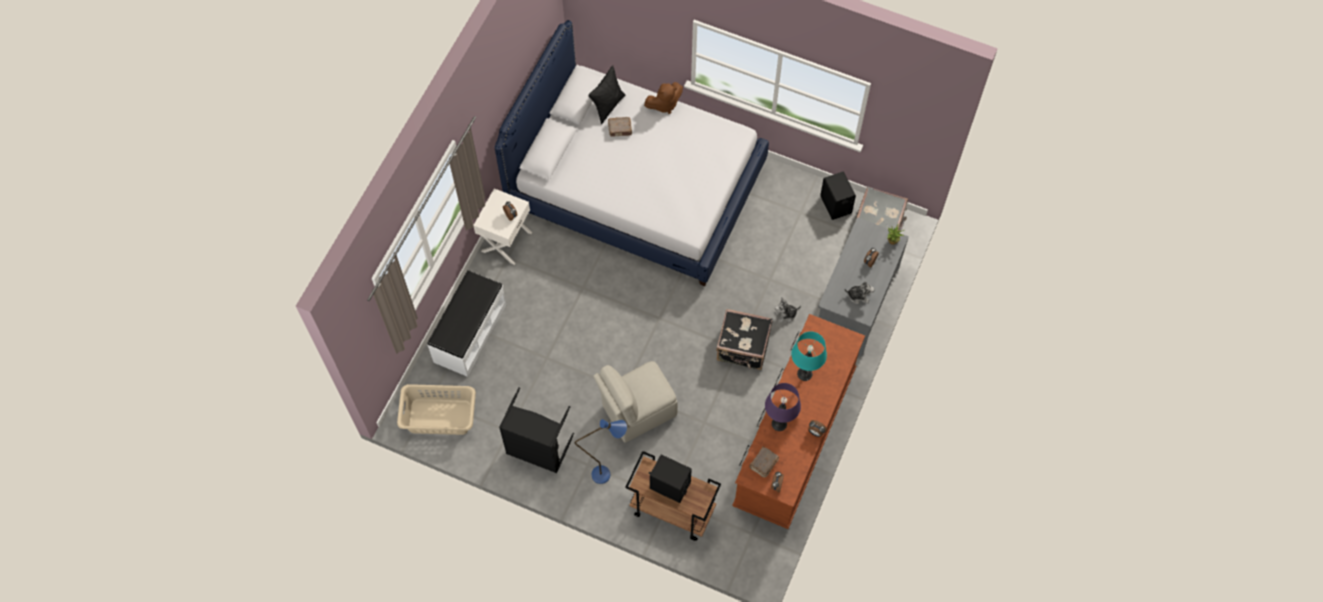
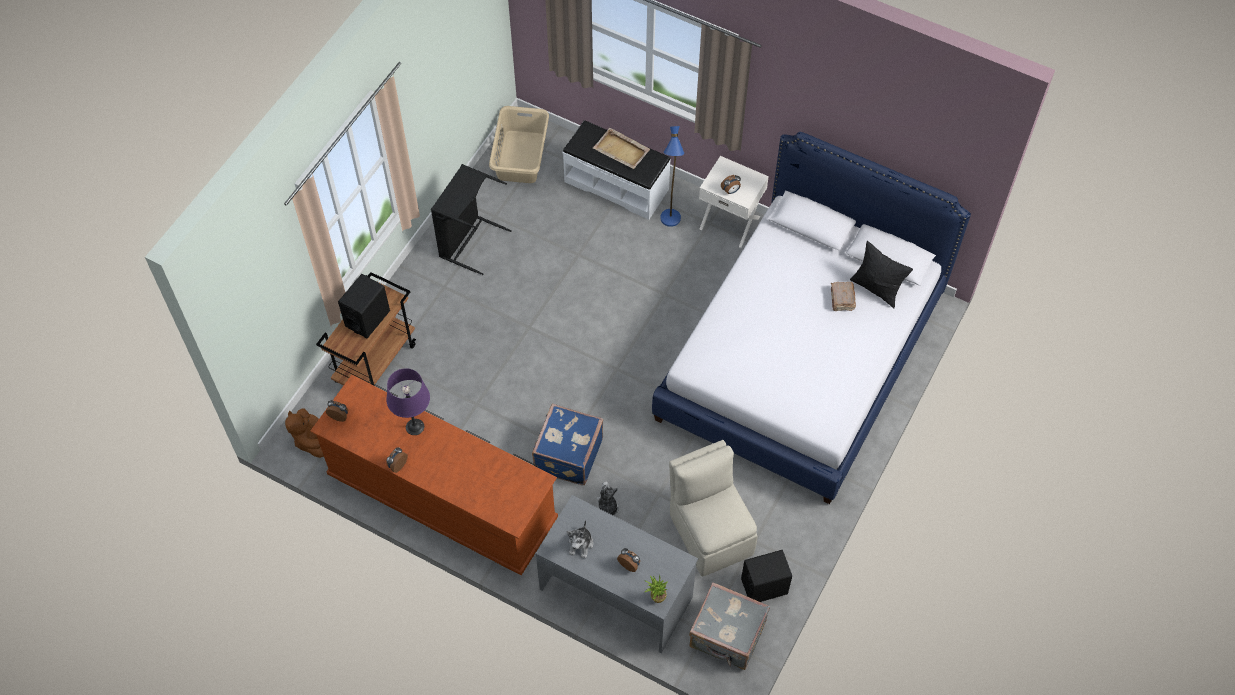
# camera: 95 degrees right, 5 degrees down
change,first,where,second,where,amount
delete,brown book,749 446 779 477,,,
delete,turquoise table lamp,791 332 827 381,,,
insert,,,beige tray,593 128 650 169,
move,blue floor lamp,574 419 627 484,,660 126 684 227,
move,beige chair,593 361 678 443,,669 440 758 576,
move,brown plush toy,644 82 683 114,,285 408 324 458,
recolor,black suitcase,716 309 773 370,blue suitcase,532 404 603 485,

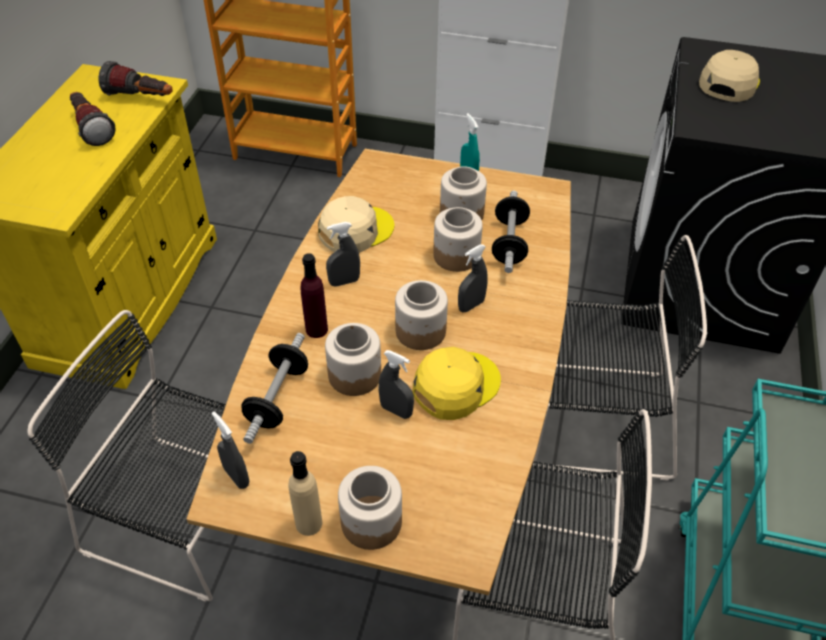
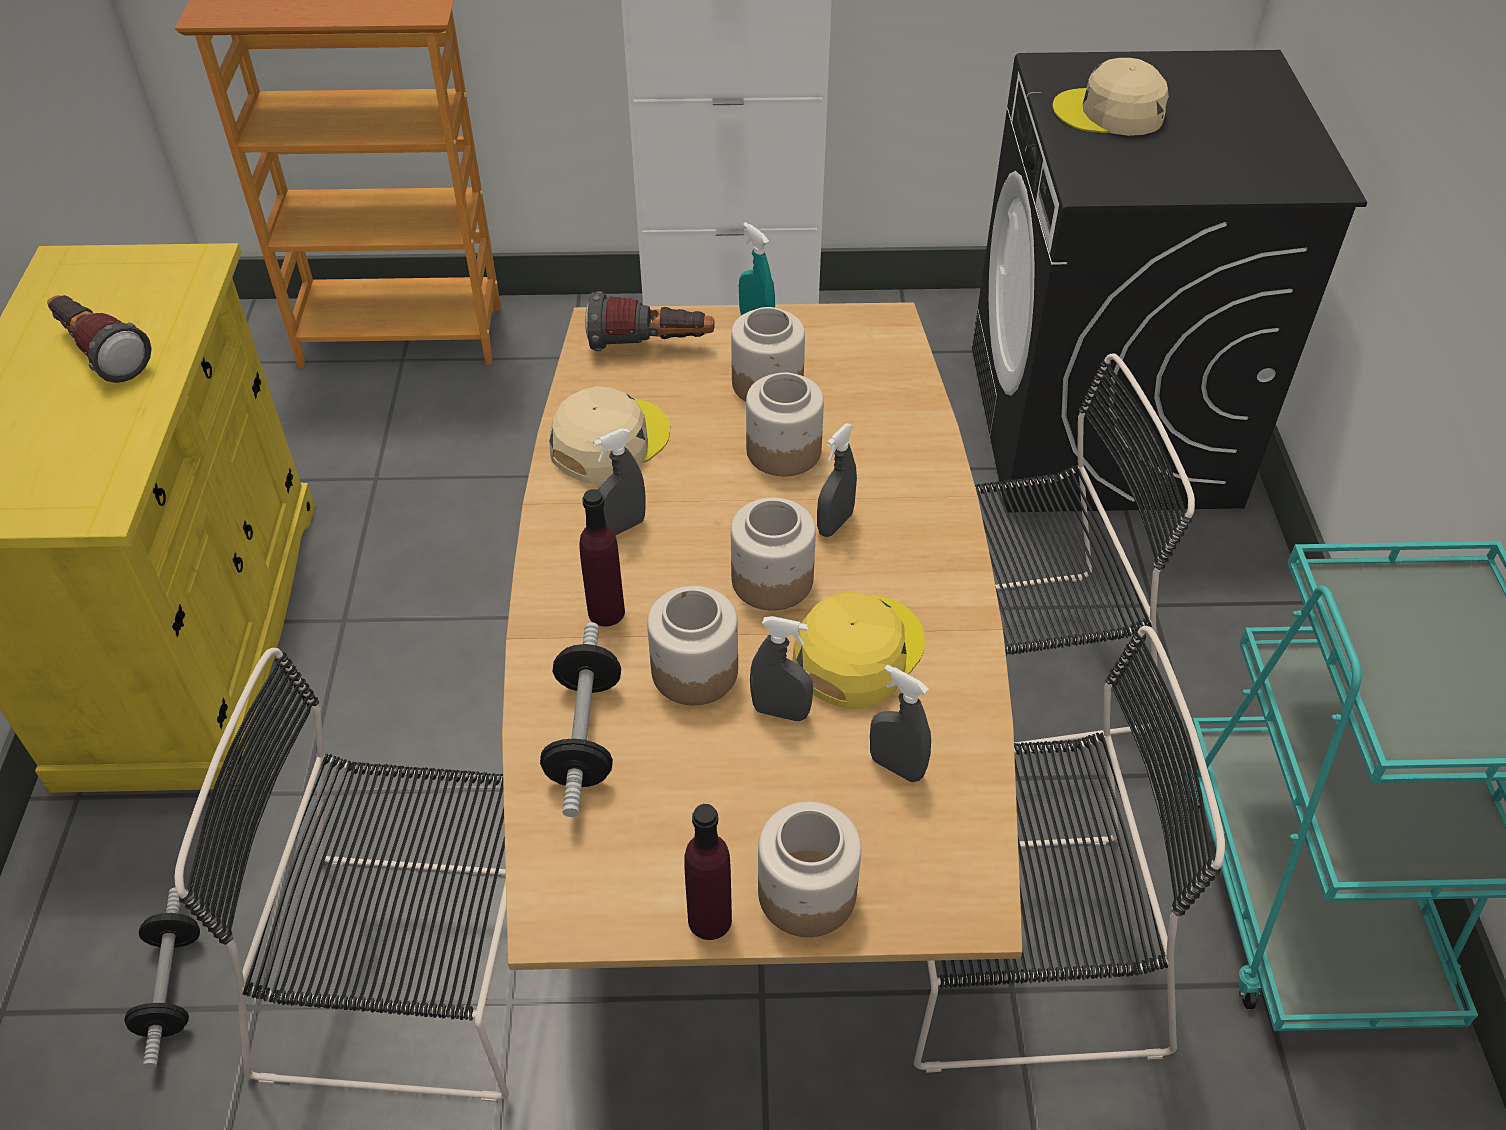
# camera: 15 degrees left, 0 degrees up
change,first,where,second,where,amount
move,flashlight,99 61 173 96,,585 291 715 351,
move,grey spray bottle,212 411 249 489,,870 665 931 782,
move,dumbbell,492 191 530 273,,124 888 200 1069,
recolor,beige bottle,288 451 322 536,purple bottle,684 804 732 940,
rotate,beige cap,699 50 760 102,,1052 58 1169 136,90 degrees counterclockwise

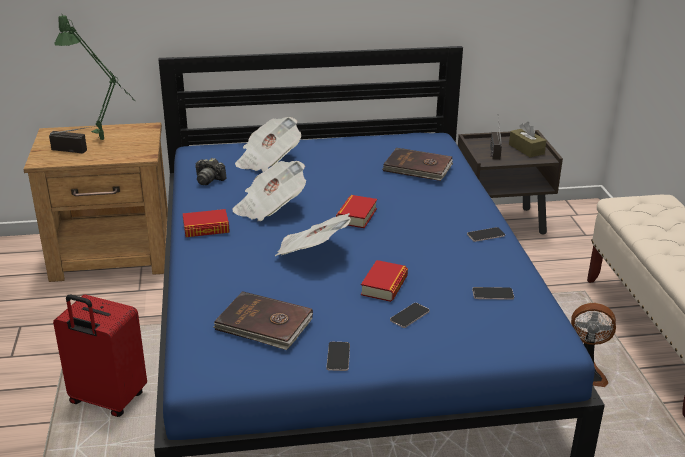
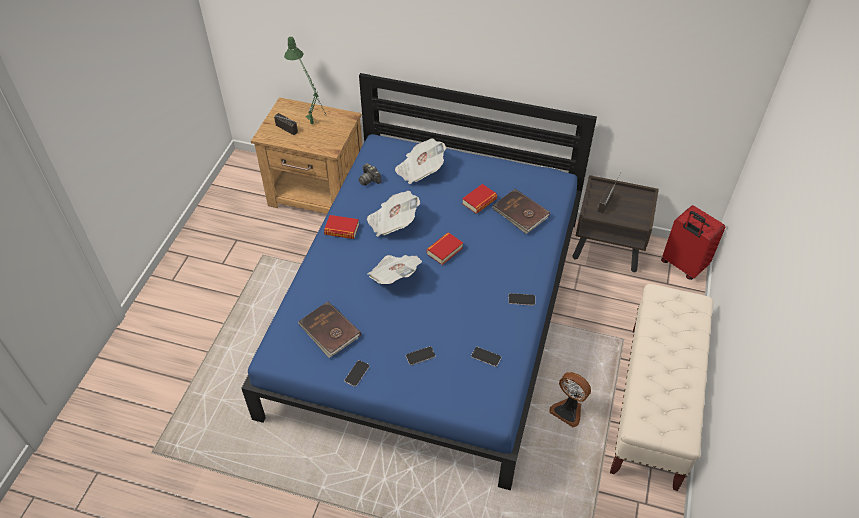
# camera: 25 degrees right, 20 degrees up
change,first,where,second,where,amount
delete,brown tissue box,509 122 547 157,,,
move,red suitcase,53 294 147 417,,661 205 725 280,
move,book,361 260 408 302,,462 184 497 214,

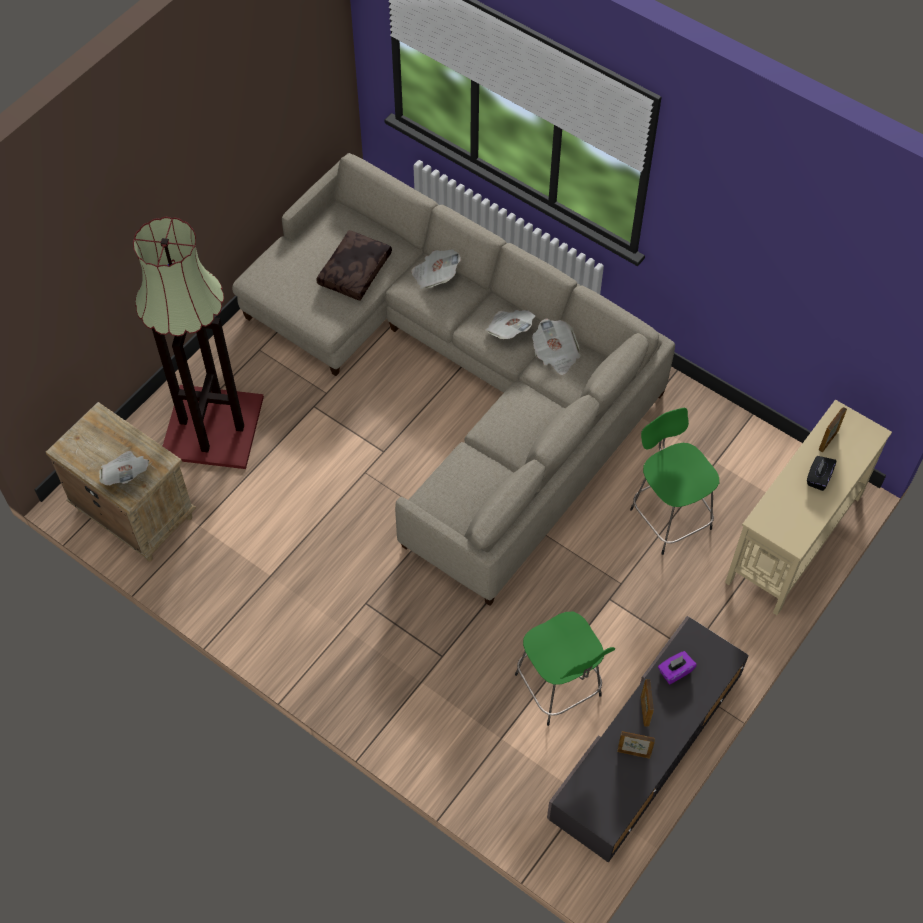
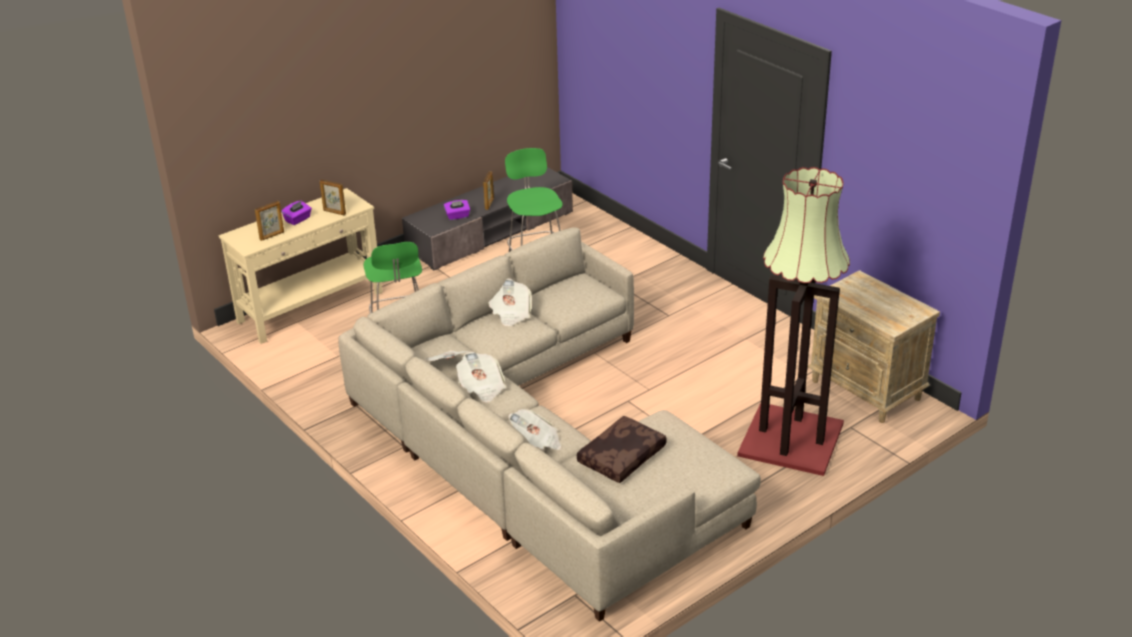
# camera: 165 degrees left, 25 degrees down
change,first,where,second,where,amount
move,newspaper,99 451 149 485,,488 278 531 326,
move,picture frame,617 731 655 758,,320 179 346 215,
recolor,black tissue box,807 456 836 491,purple tissue box,281 201 312 225,

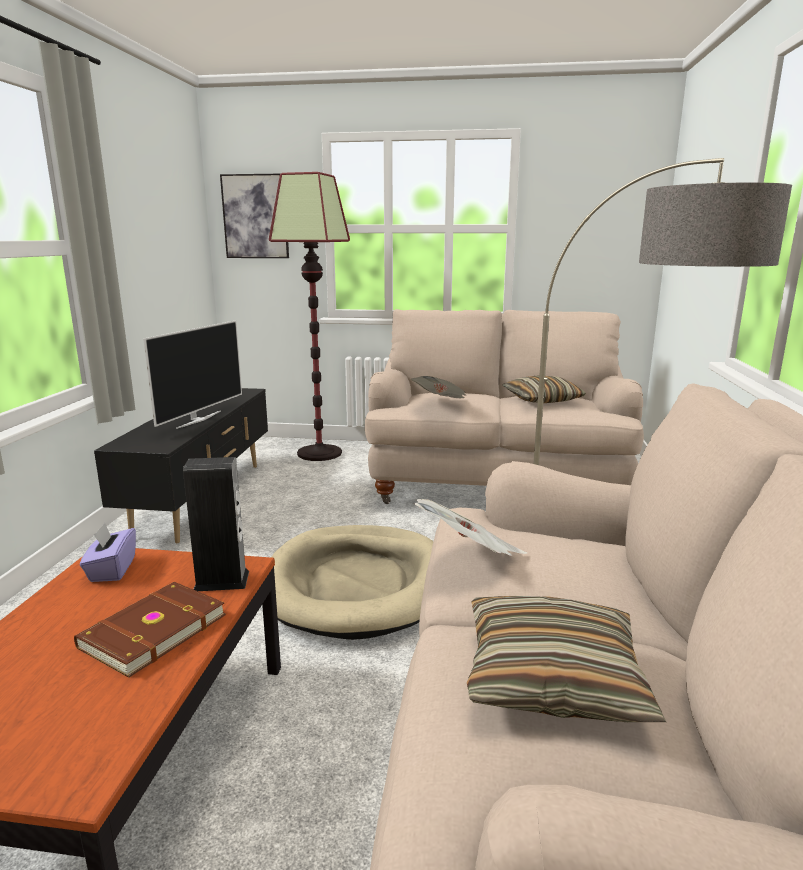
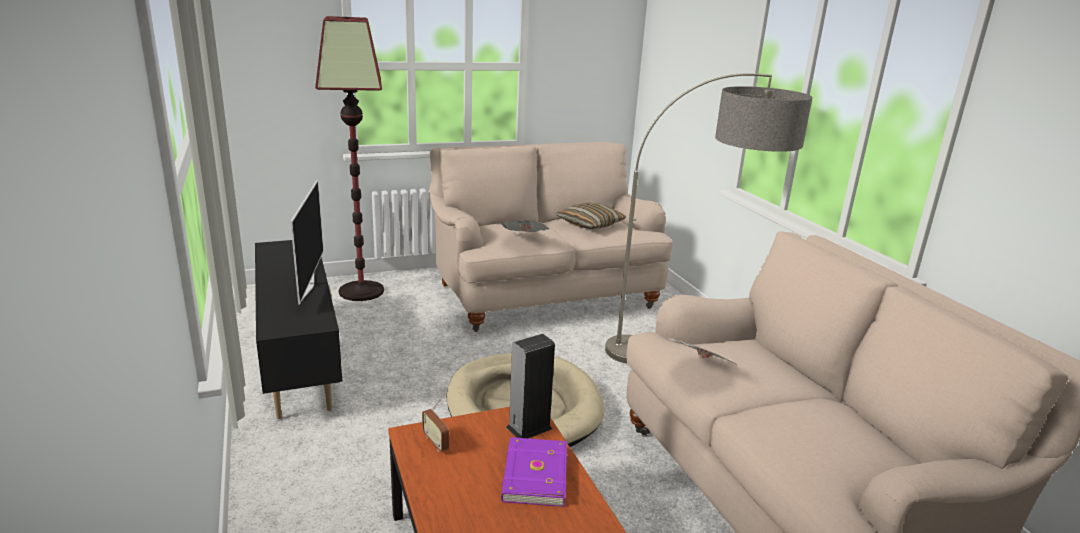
# camera: 30 degrees left, 5 degrees up
change,first,where,second,where,amount
delete,picture,220 174 289 258,,,
delete,pillow,467 596 666 722,,,
replace,purple tissue box,80 523 136 582,radio,422 399 449 452,
recolor,brown book,74 582 226 678,purple book,501 437 567 507,

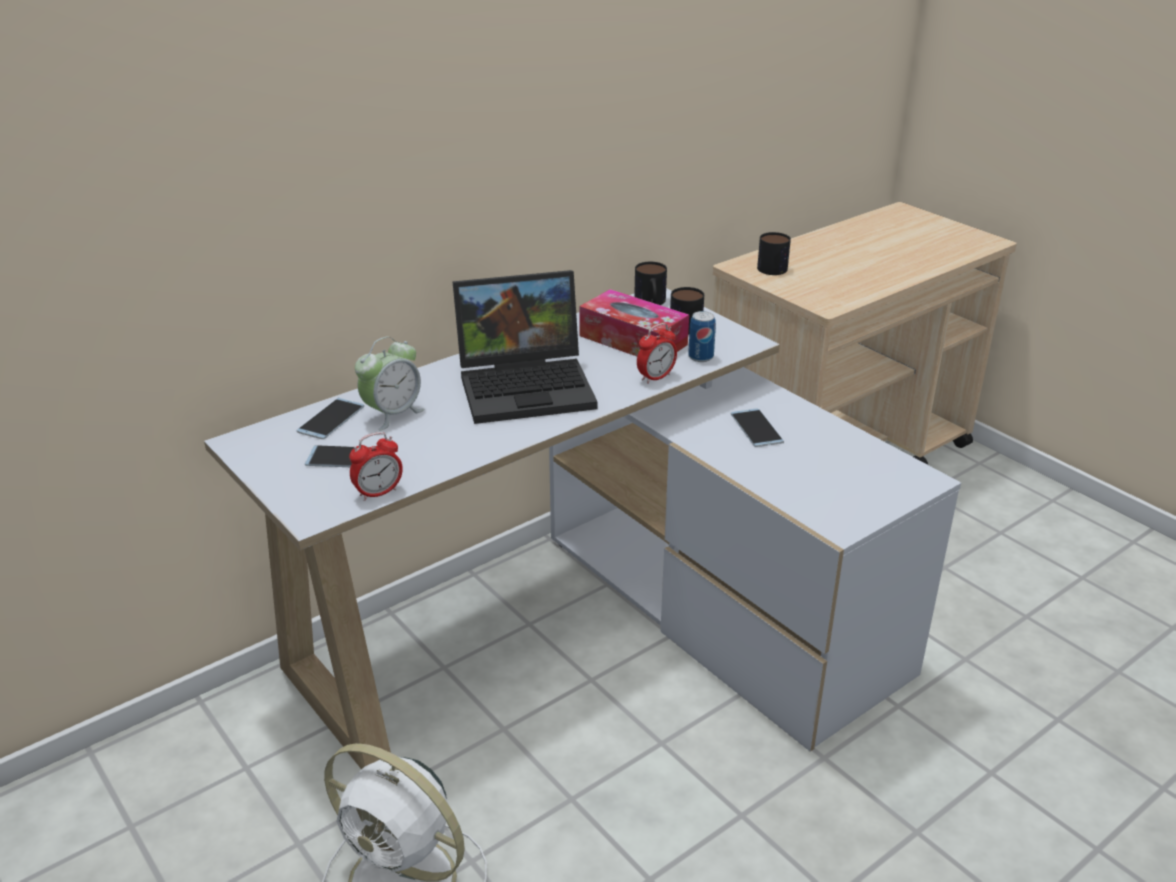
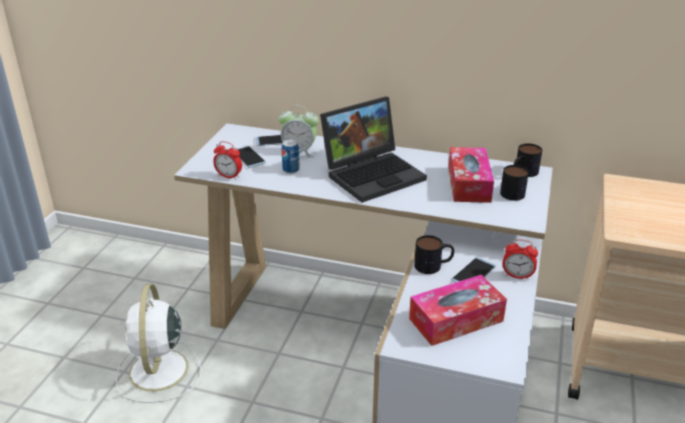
# camera: 55 degrees right, 0 degrees up
change,first,where,second,where,amount
insert,,,tissue box,409 275 507 346,
move,alarm clock,637 323 677 384,,503 239 538 280,
move,can,688 311 716 362,,282 140 300 174,
move,mug,757 232 791 275,,414 235 454 274,
rotate,laptop,452 270 597 424,,320 97 427 203,75 degrees counterclockwise

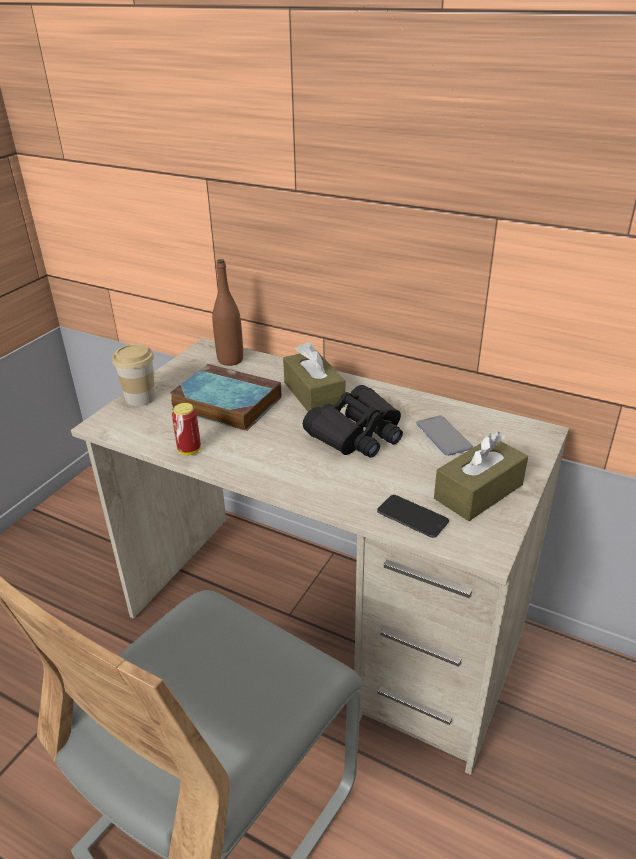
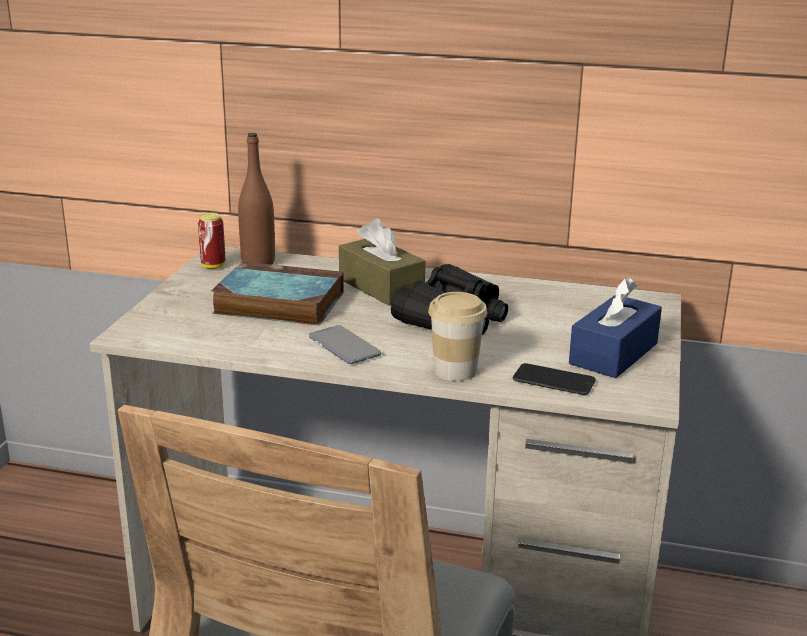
# camera: 15 degrees left, 10 degrees down
change,first,where,second,where,amount
move,cup,112 344 156 406,,428 292 487 381,
move,can,172 403 201 455,,198 213 225 269,
move,phone,416 416 473 456,,309 325 381 364,
recolor,brown tissue box,434 432 528 521,blue tissue box,569 278 662 378,

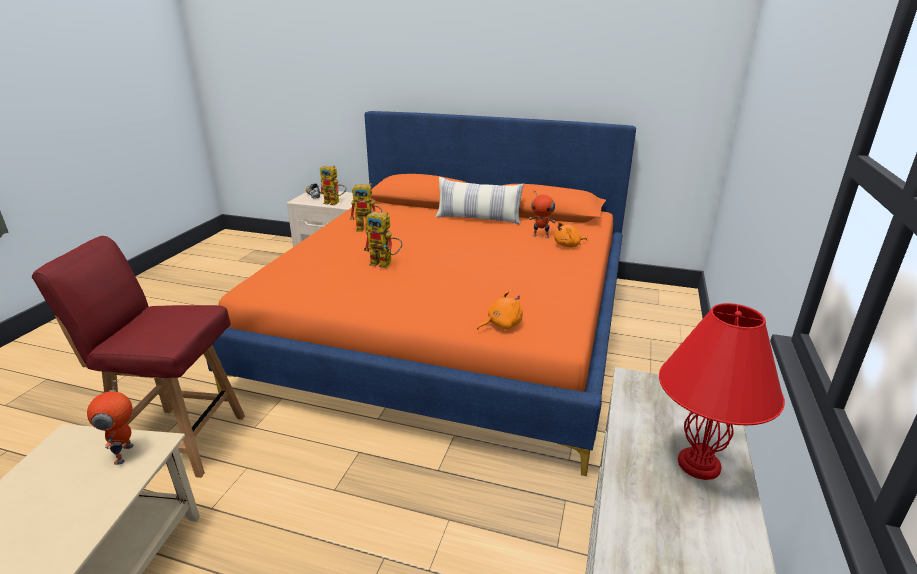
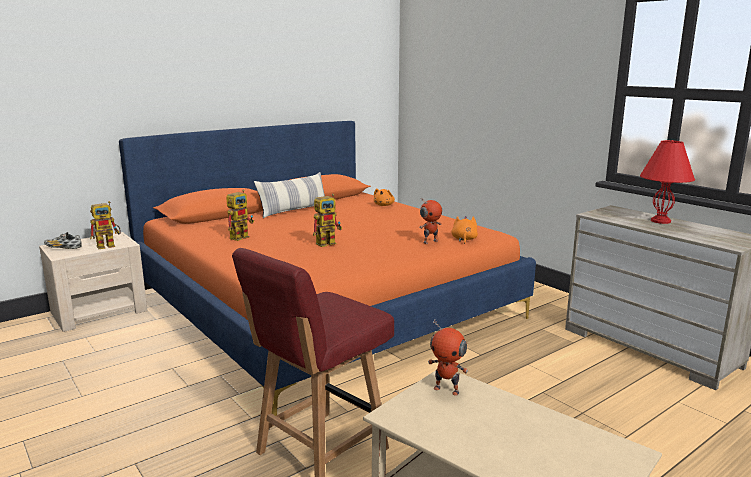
# camera: 55 degrees left, 10 degrees down
change,first,where,second,where,amount
move,toy robot,529 190 556 238,,419 199 442 244,

